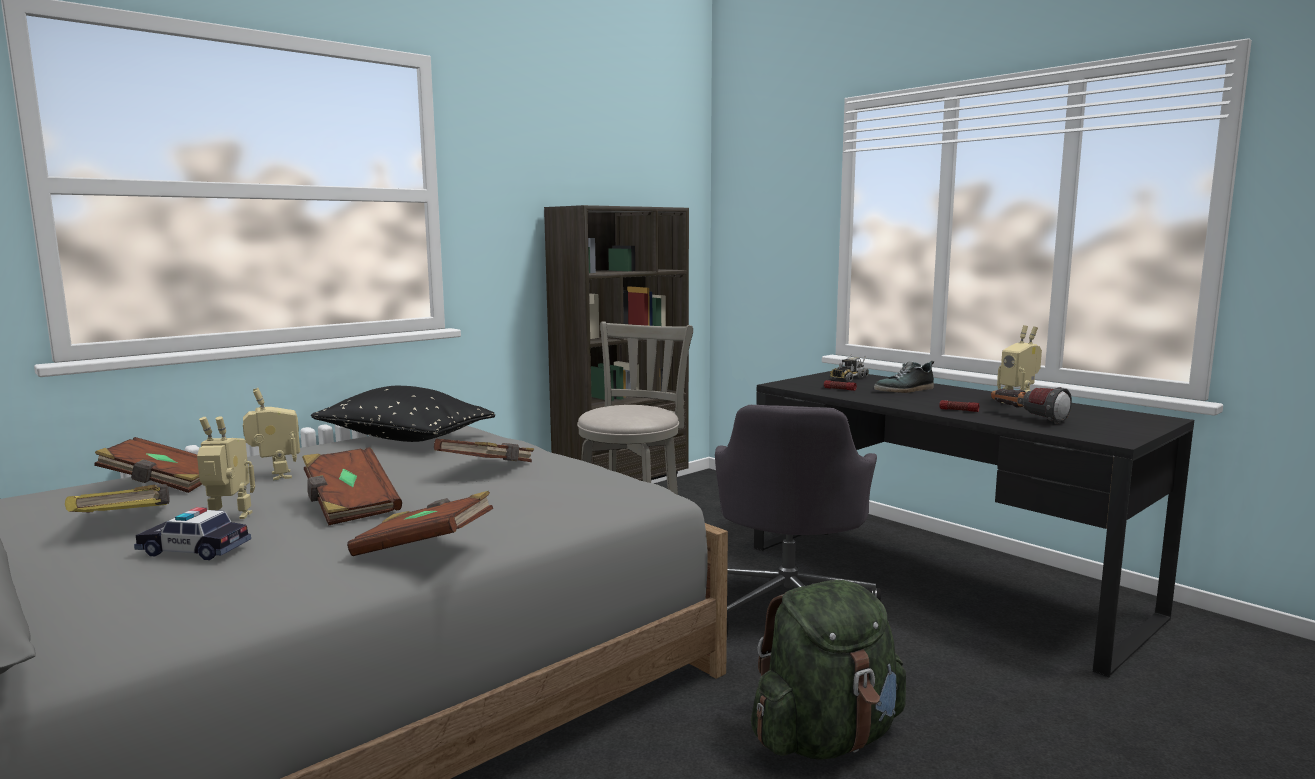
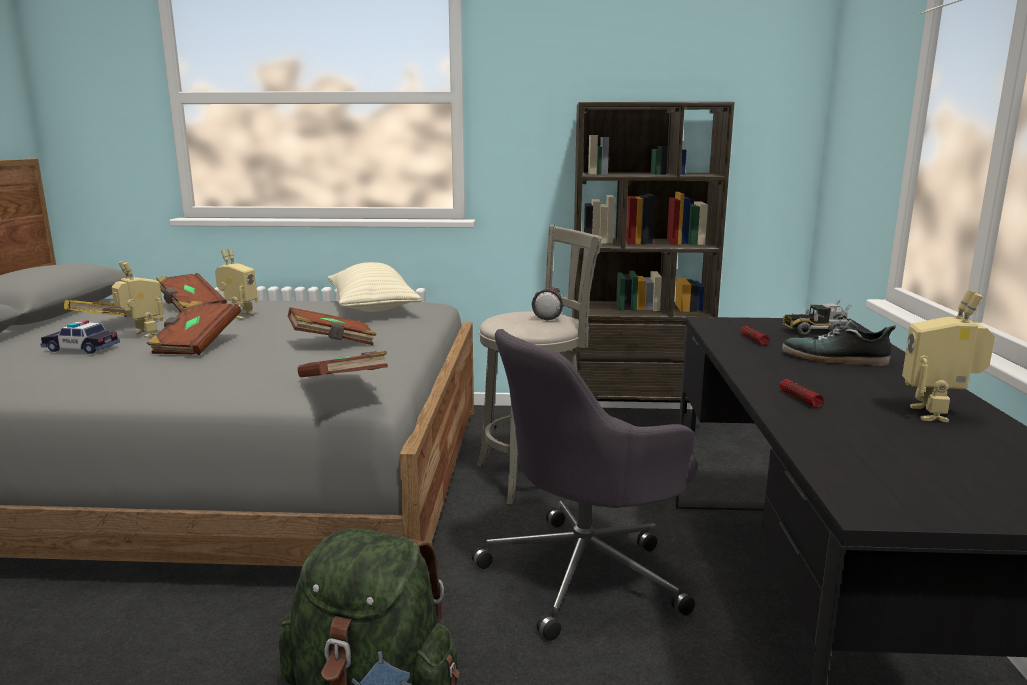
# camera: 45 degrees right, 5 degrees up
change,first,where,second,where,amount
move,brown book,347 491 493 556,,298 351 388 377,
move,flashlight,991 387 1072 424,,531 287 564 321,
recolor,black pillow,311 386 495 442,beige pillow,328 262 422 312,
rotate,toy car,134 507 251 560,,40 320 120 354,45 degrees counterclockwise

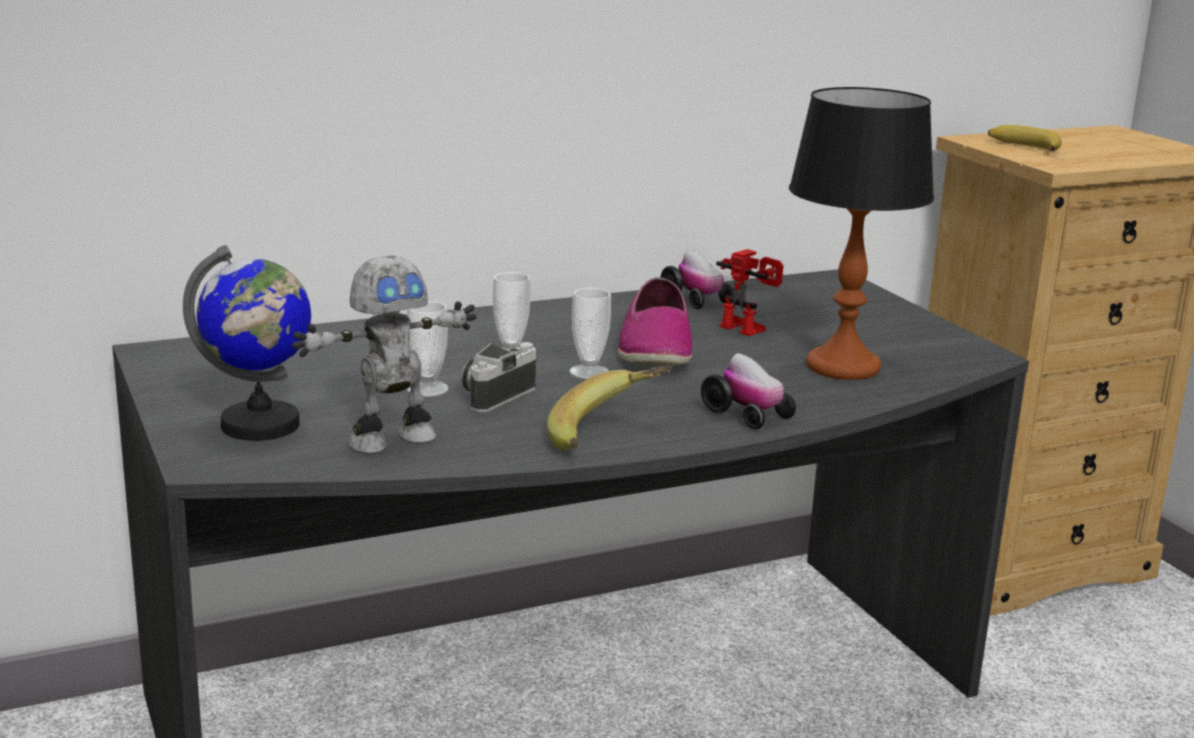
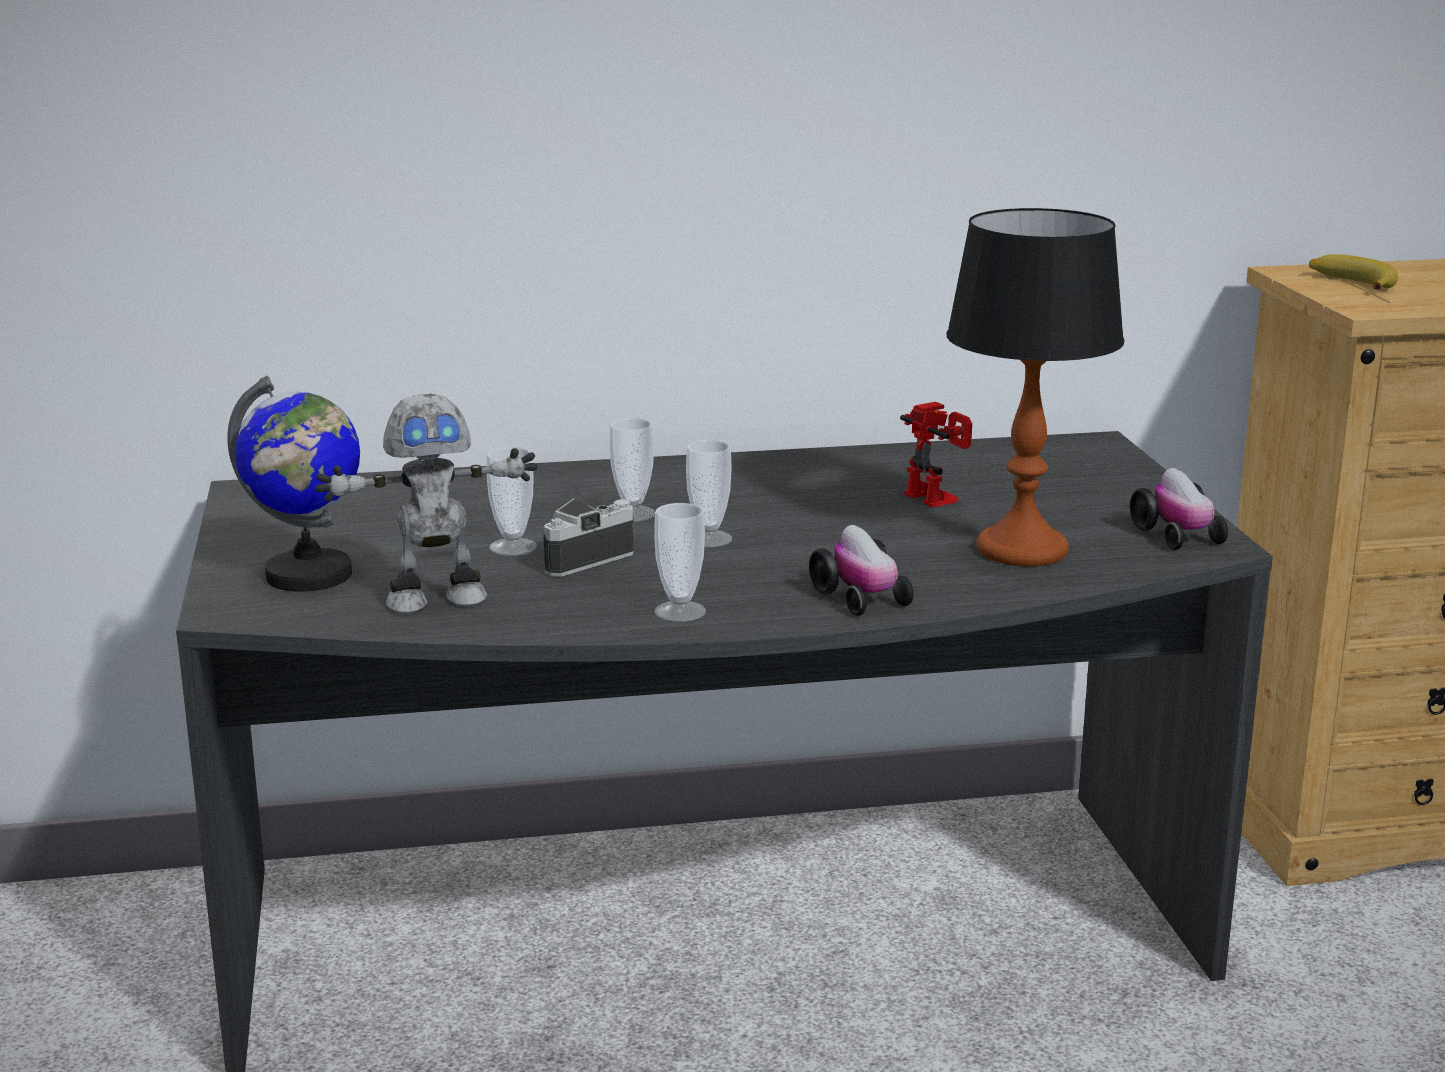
# camera: 15 degrees right, 0 degrees up
change,first,where,second,where,amount
delete,shoe,618 277 692 366,,,
move,toy car,660 250 733 309,,1130 468 1228 550,
replace,banana,547 366 672 450,cup,654 503 706 622,

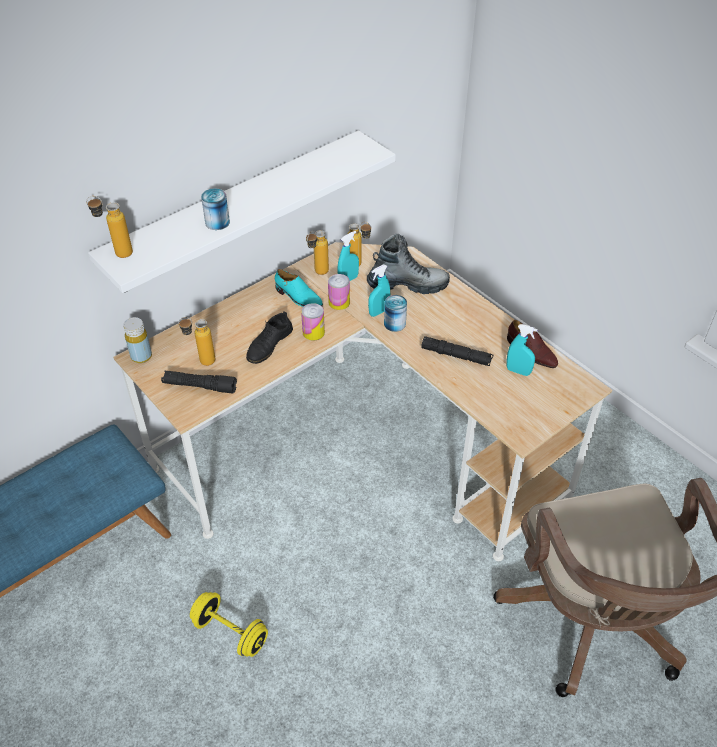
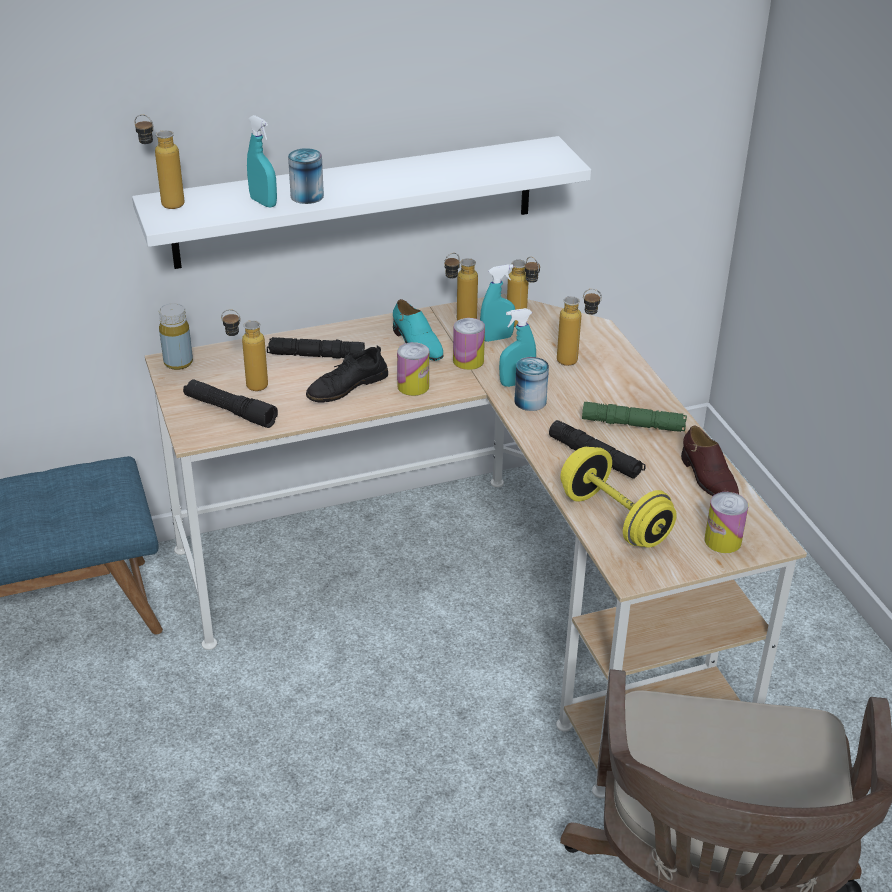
# camera: 20 degrees right, 10 degrees down
change,first,where,second,where,amount
insert,,,black flashlight,267 337 365 359,
insert,,,green flashlight,582 402 687 432,
insert,,,can,705 492 748 553,
move,yellow dumbbell,190 592 268 657,,560 447 677 548,
move,turquoise spray bottle,507 324 538 376,,247 115 277 208,
replace,boot,367 233 450 294,bottle,557 289 602 366,

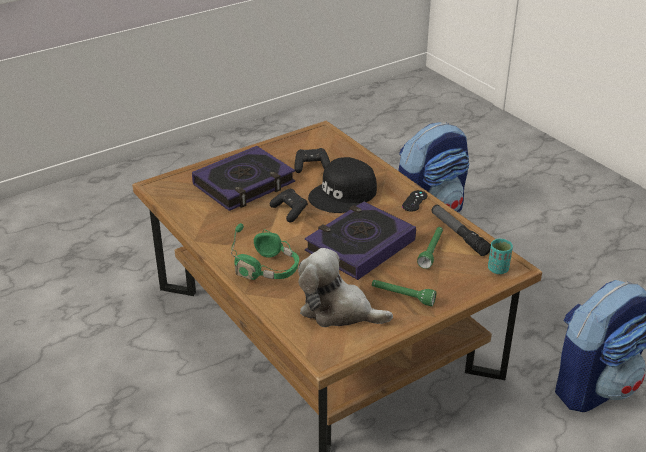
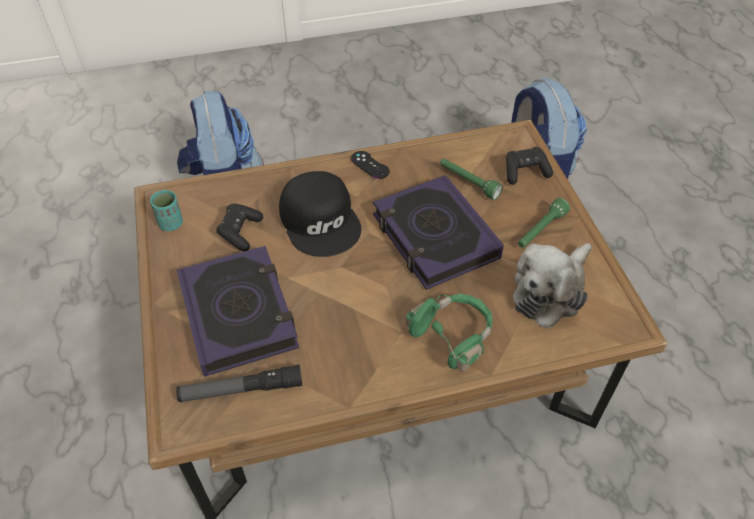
# camera: 70 degrees left, 15 degrees up
change,first,where,second,where,amount
move,black game controller,270 189 308 222,,506 147 553 185,
move,flashlight,431 205 491 256,,176 365 302 402,
move,turquoise cup,488 239 513 274,,150 190 183 231,

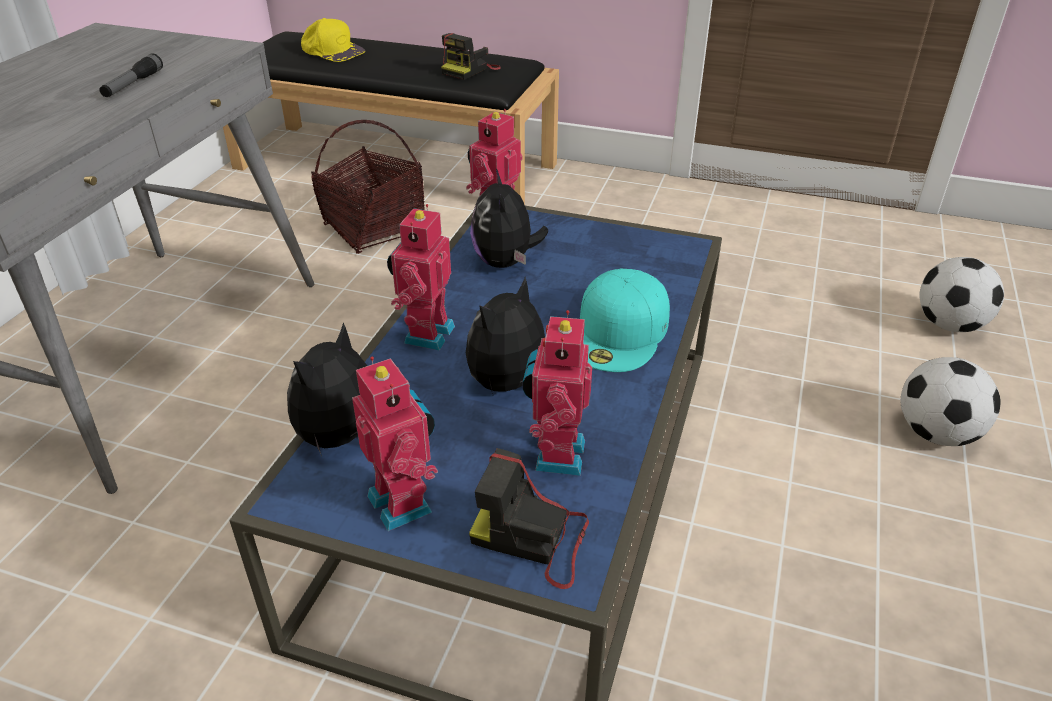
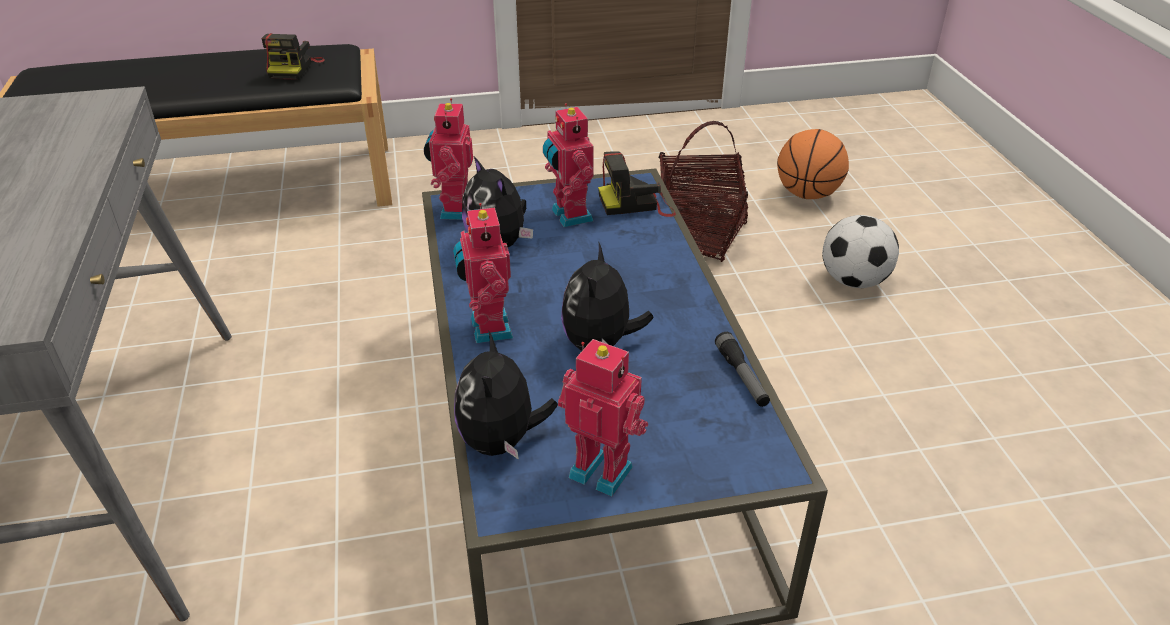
# camera: 30 degrees left, 0 degrees up
change,first,where,second,where,amount
delete,yellow cap,301 18 365 62,,,
delete,turquoise cap,580 268 670 372,,,
move,flashlight,99 53 163 97,,715 332 770 407,
move,basket,311 120 425 254,,659 121 748 262,
move,photo camera,469 448 589 589,,598 151 676 217,
move,toy robot,523 310 592 476,,543 103 594 227,
replace,football,920 257 1004 332,basketball,777 129 849 199,

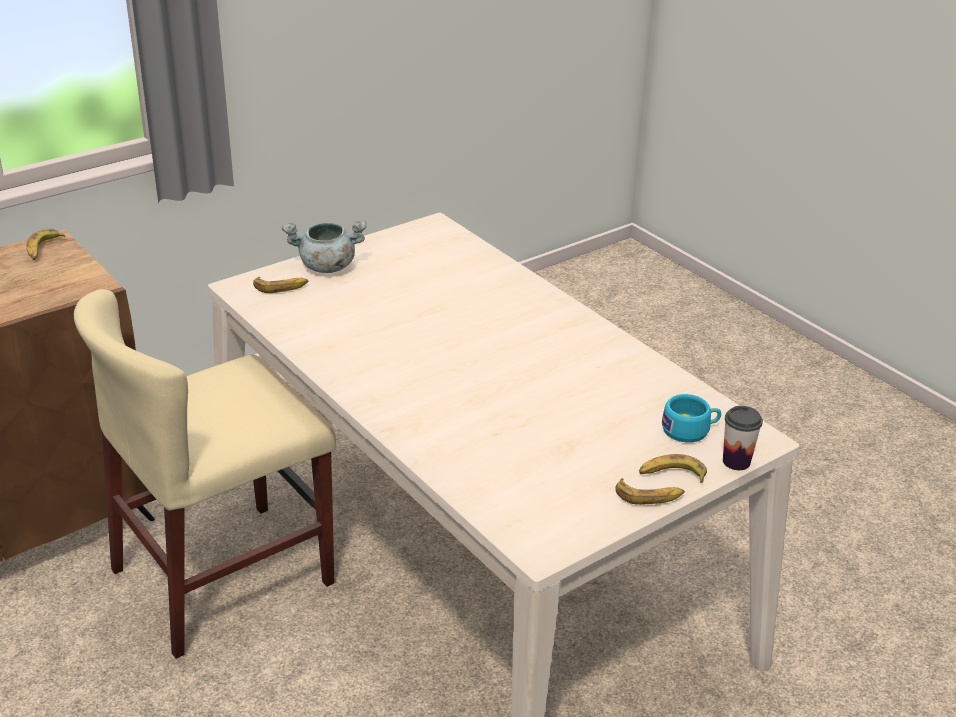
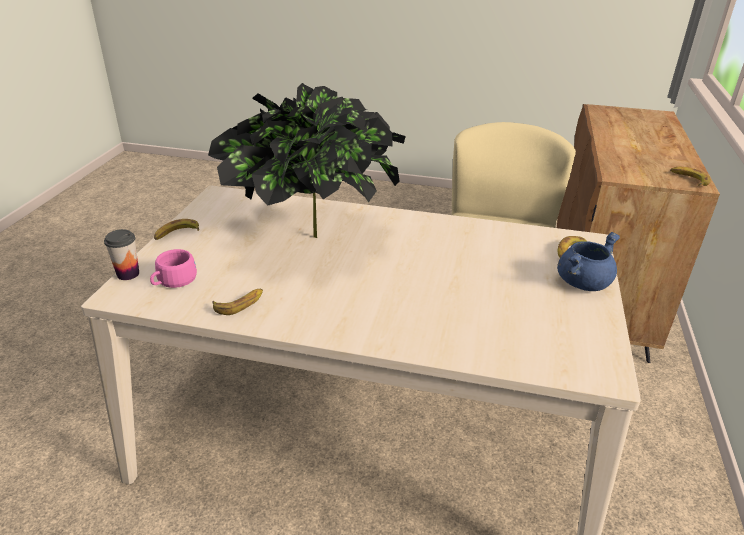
# camera: 140 degrees right, 0 degrees up
change,first,where,second,where,amount
insert,,,potted plant,208 83 406 238,
move,banana,639 454 707 483,,212 289 263 315,
recolor,grey cooking pot,282 221 367 273,blue cooking pot,557 232 620 291,
recolor,turquoise cup,662 394 721 443,pink cup,150 249 197 288,

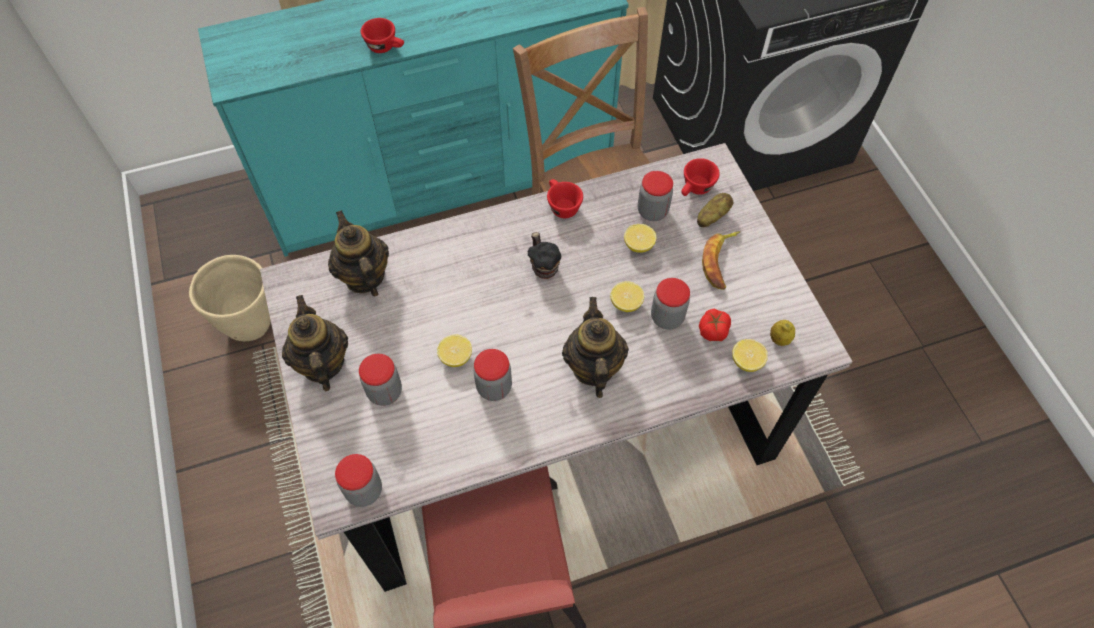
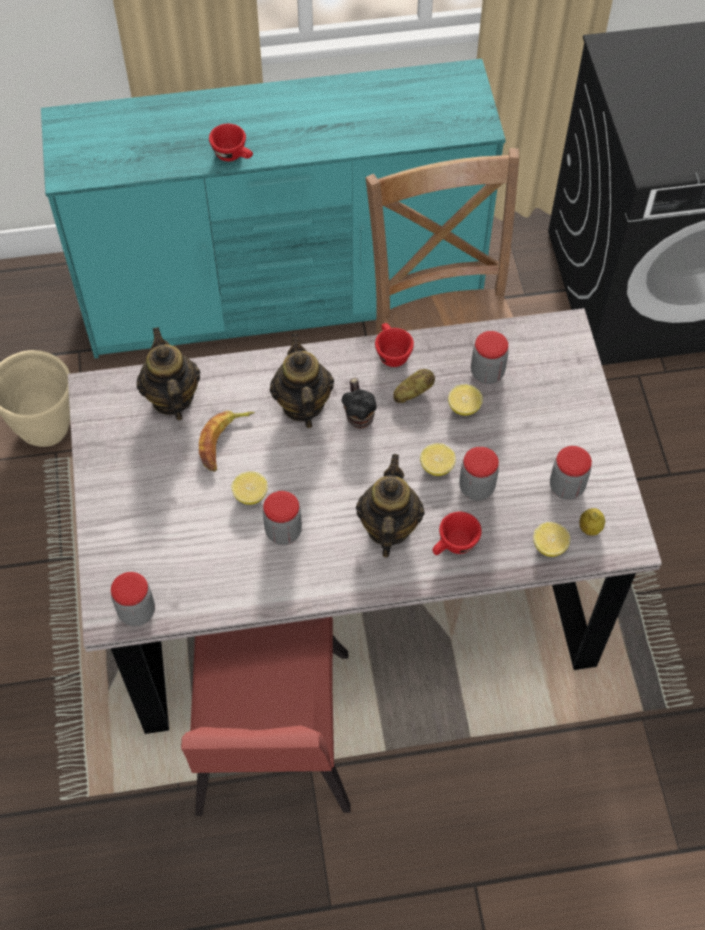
# camera: 10 degrees right, 0 degrees up
change,first,where,second,where,amount
delete,tomato,699 308 731 341,,,
move,teapot,282 295 348 391,,270 333 334 428,
move,jar,359 354 402 406,,550 446 592 500,
move,red cup,681 158 720 196,,432 512 482 555,
move,potato,697 193 734 227,,393 369 435 403,
move,banana,702 231 740 290,,199 411 255 472,

